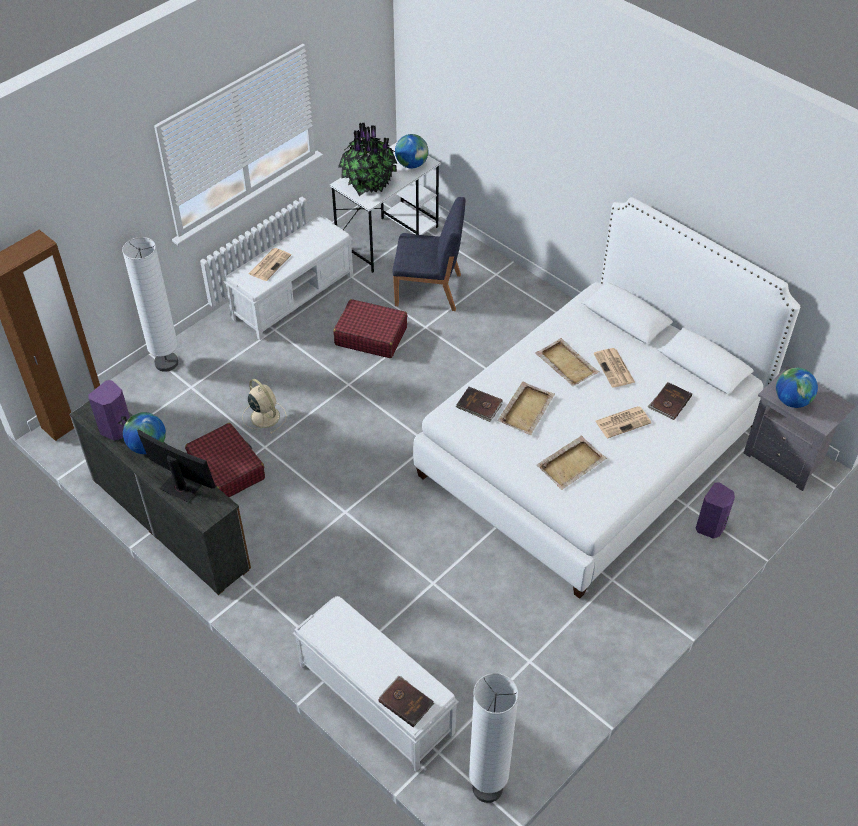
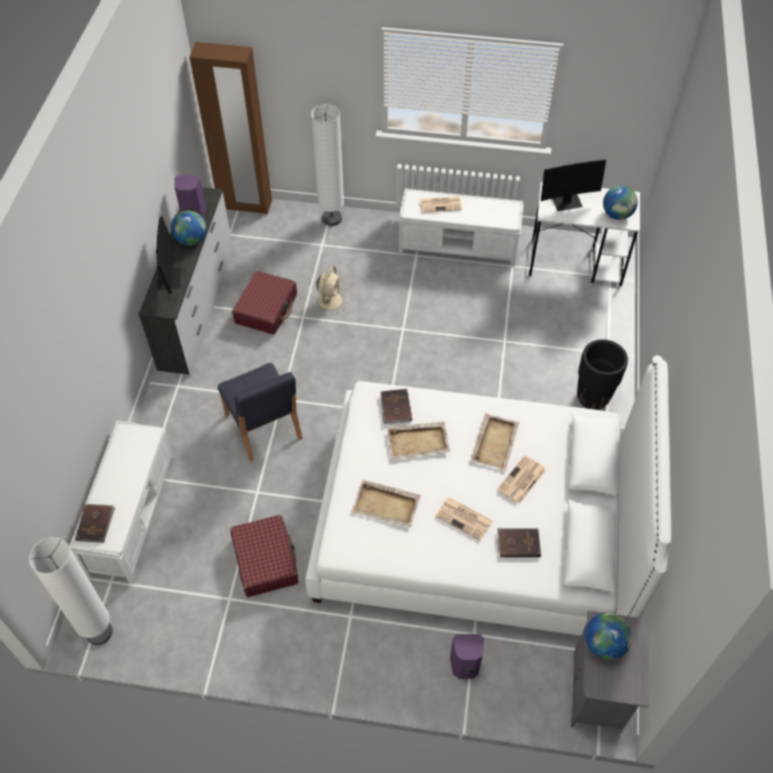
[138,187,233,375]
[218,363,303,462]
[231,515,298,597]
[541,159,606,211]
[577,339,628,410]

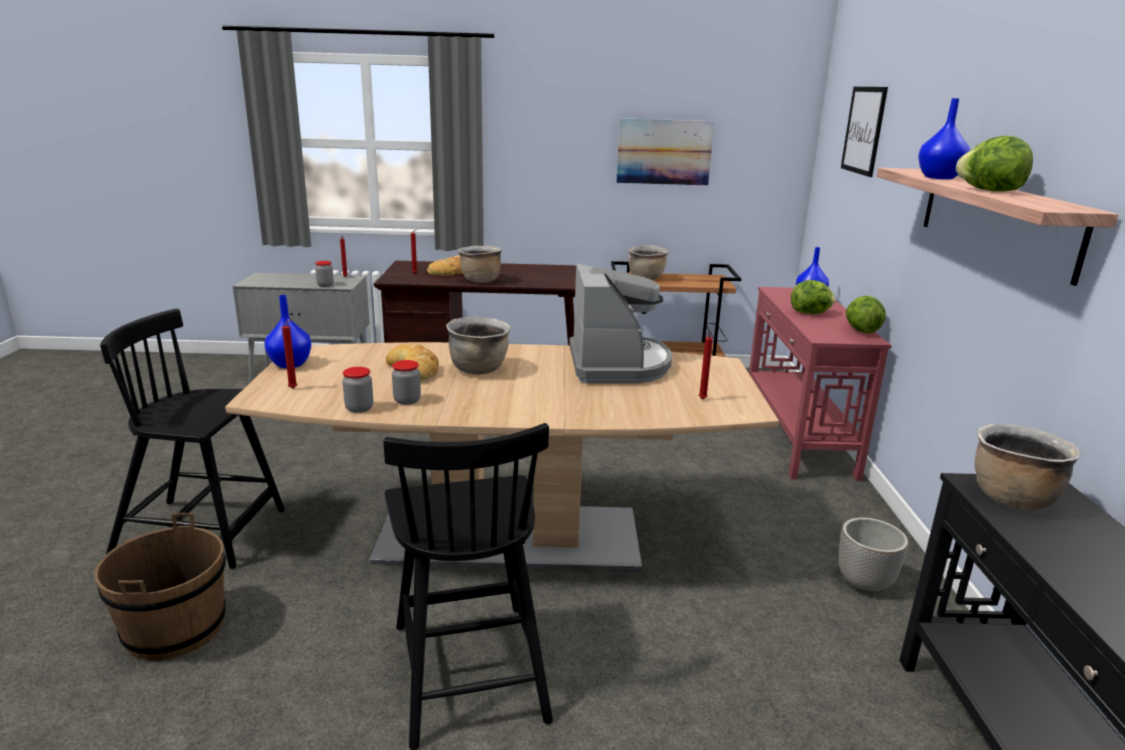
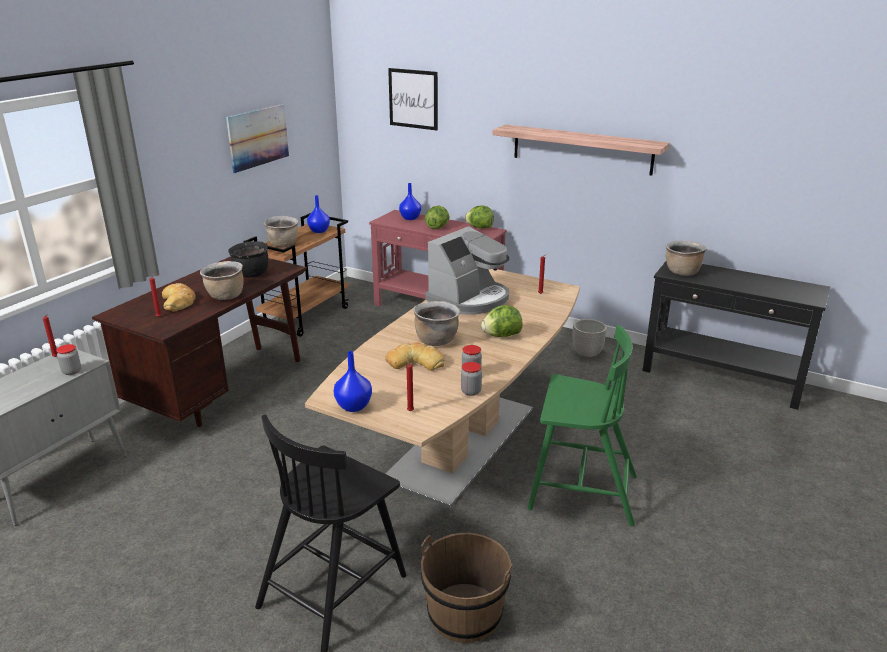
[228,241,268,277]
[307,195,330,233]
[426,226,509,315]
[481,305,523,337]
[527,325,637,527]

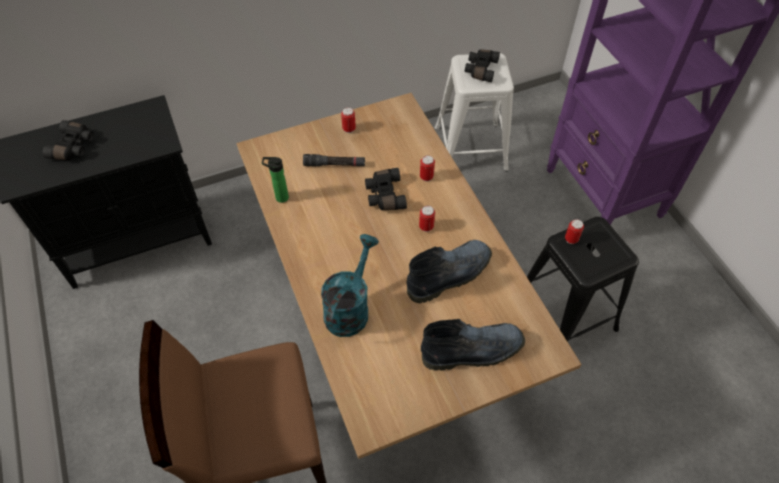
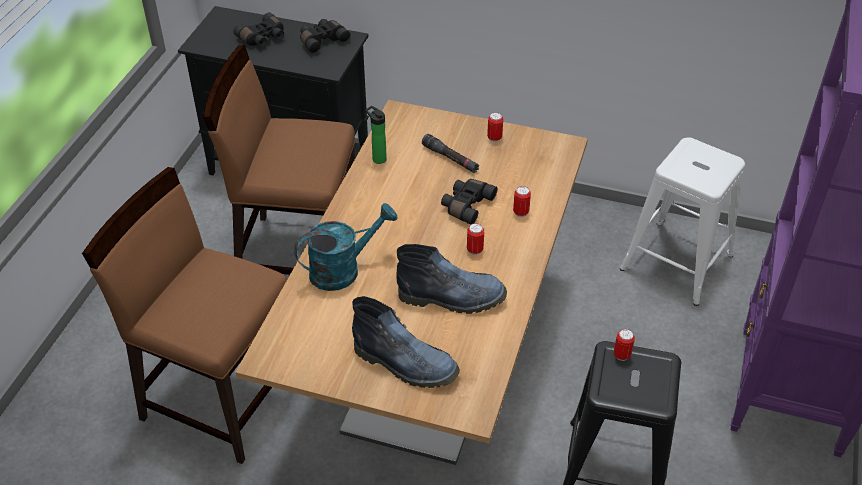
[203,45,355,275]
[300,19,351,53]

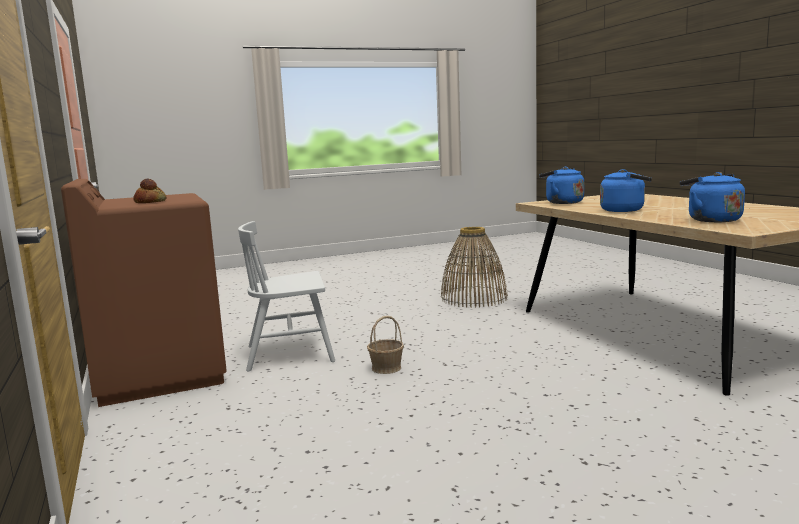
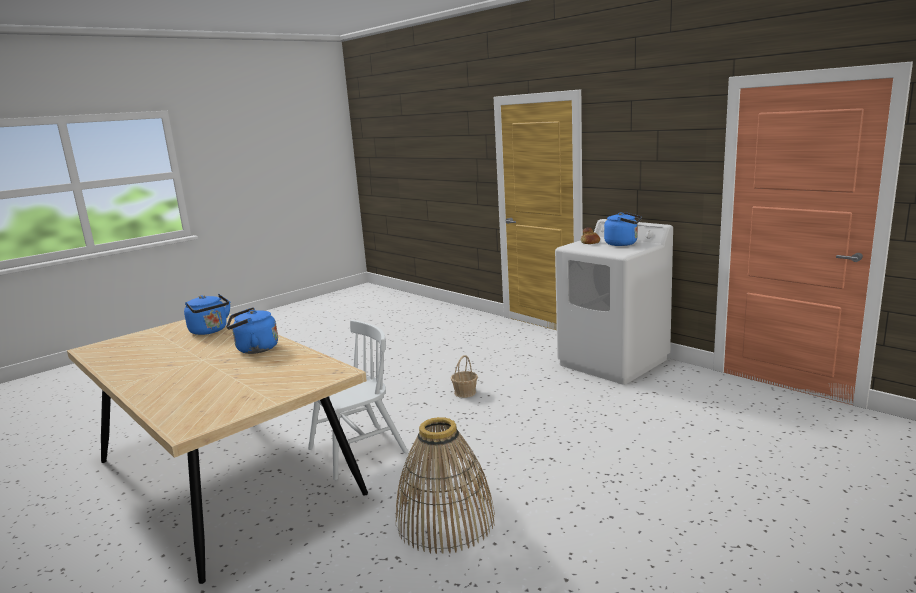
[308,320,408,480]
[555,219,673,385]
[604,212,642,246]

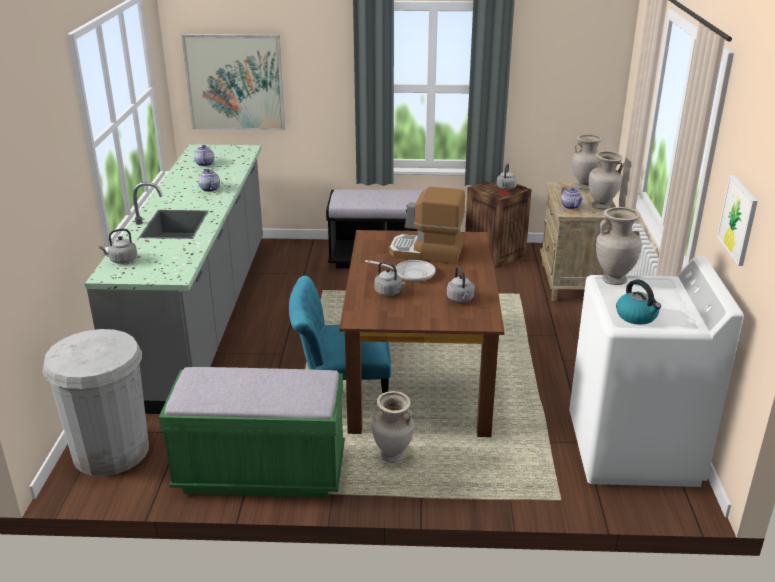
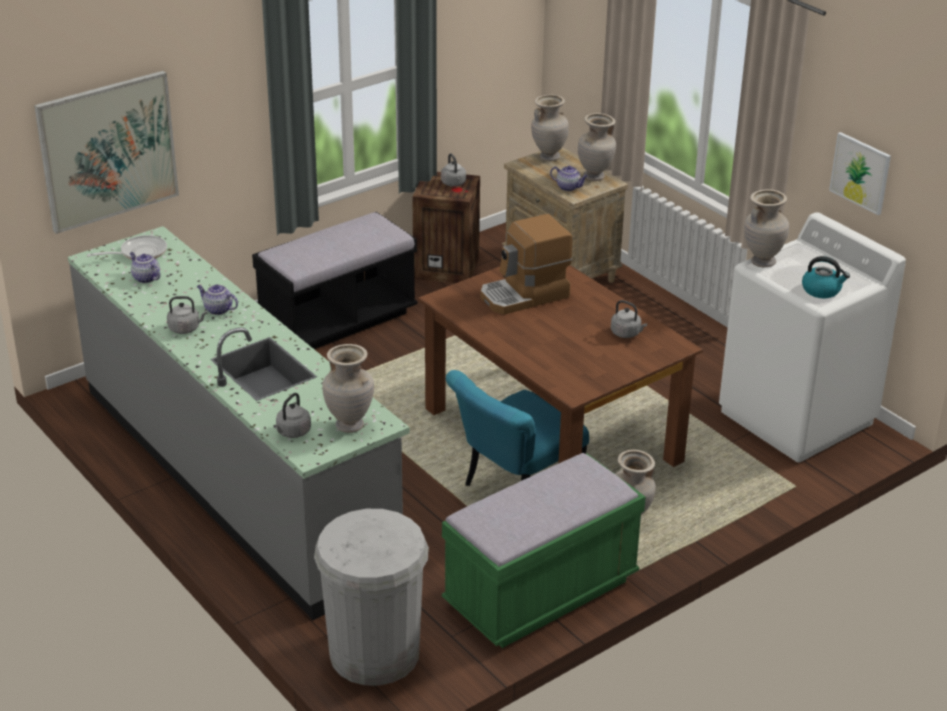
[87,235,167,260]
[167,296,207,334]
[322,344,374,433]

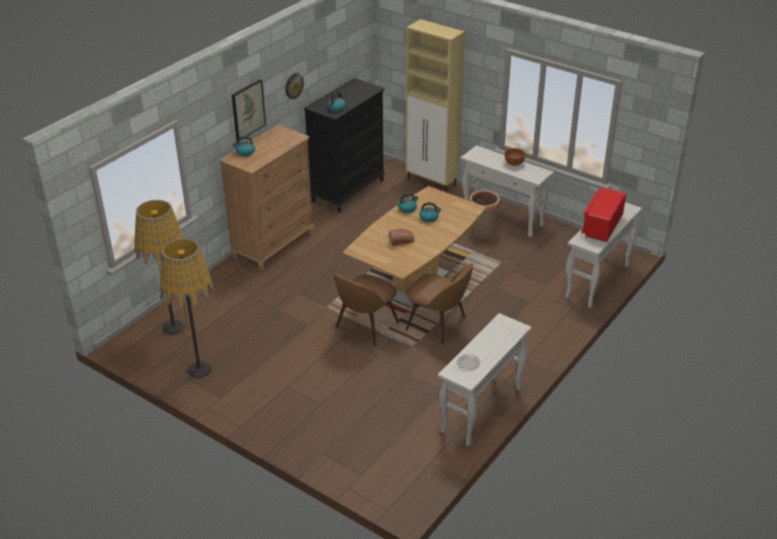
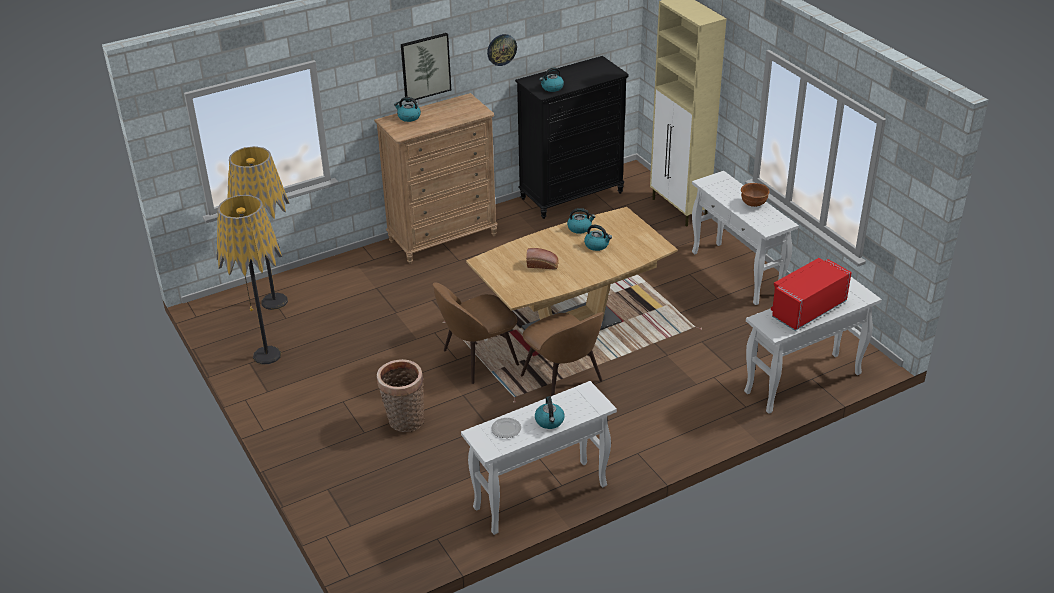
[377,359,424,432]
[535,396,565,429]

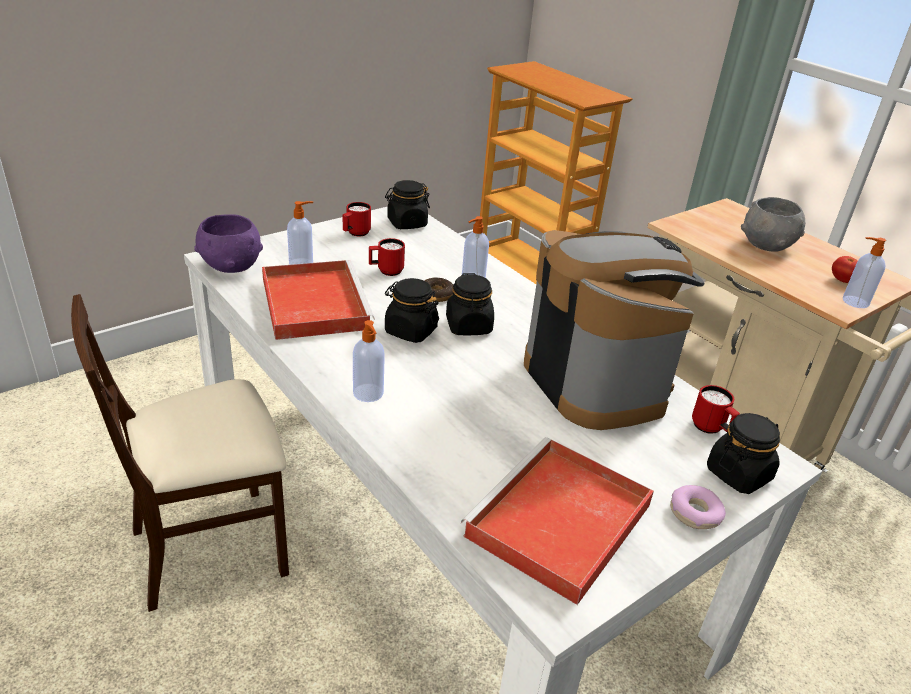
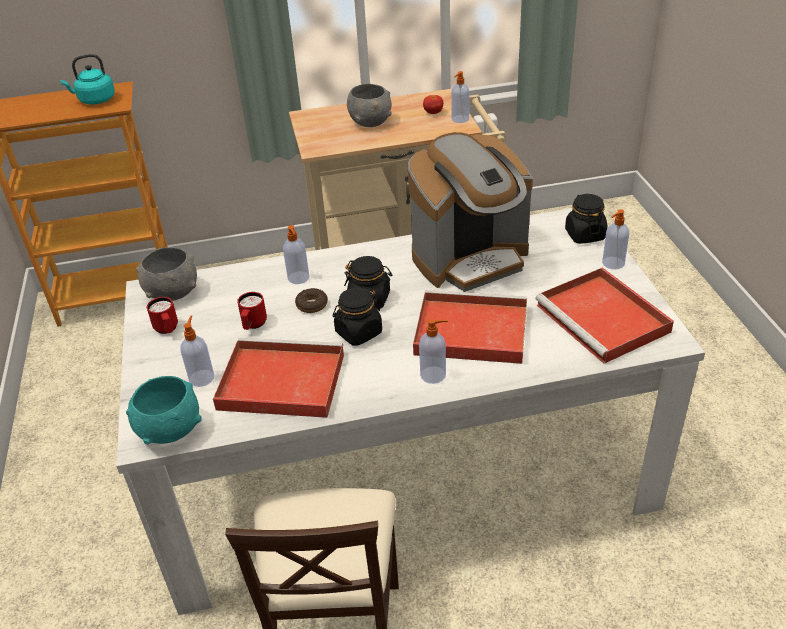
[60,54,115,104]
[126,376,202,445]
[136,247,197,301]
[408,132,533,292]
[413,290,527,364]
[602,209,629,270]
[692,385,740,434] (first image)

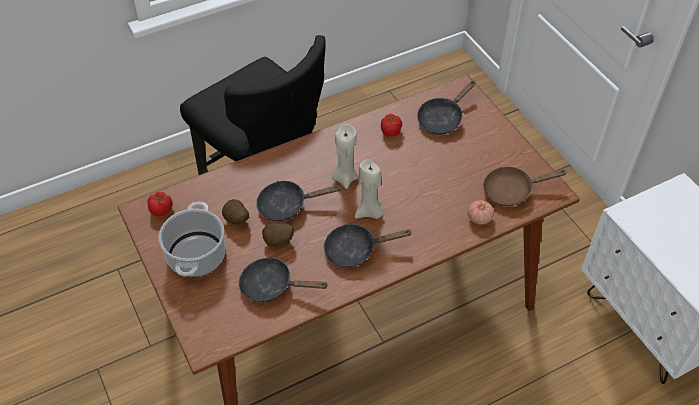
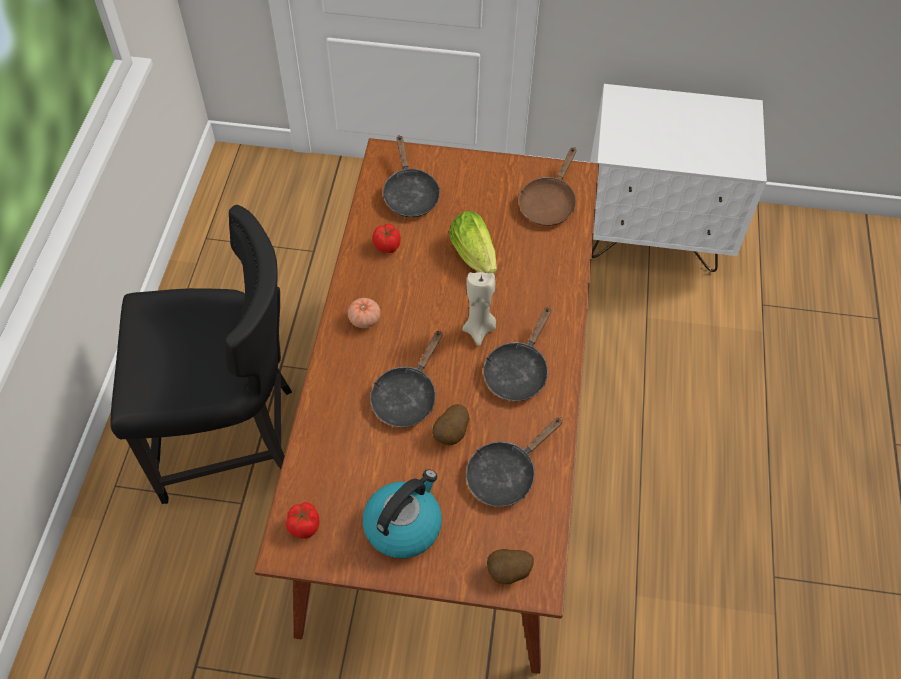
[348,298,380,328]
[363,469,442,558]
[449,211,497,274]
[487,549,534,584]
[332,124,358,189] (first image)

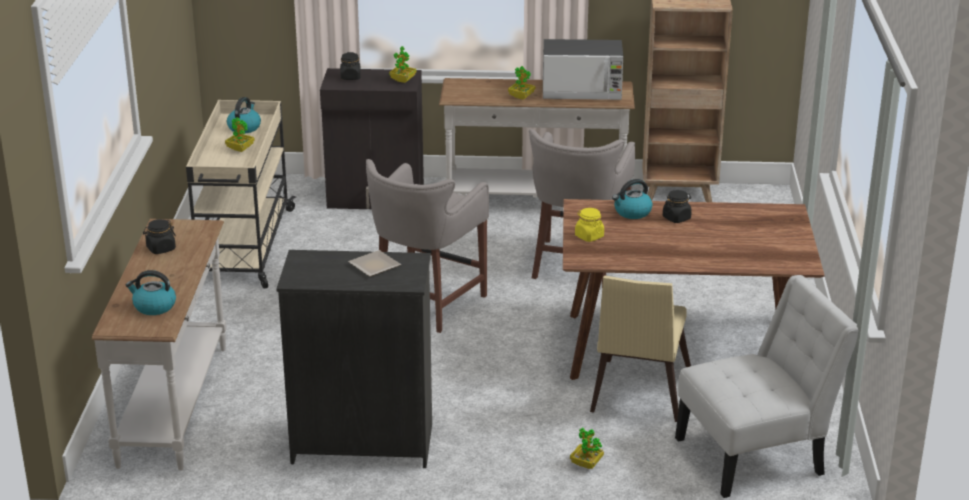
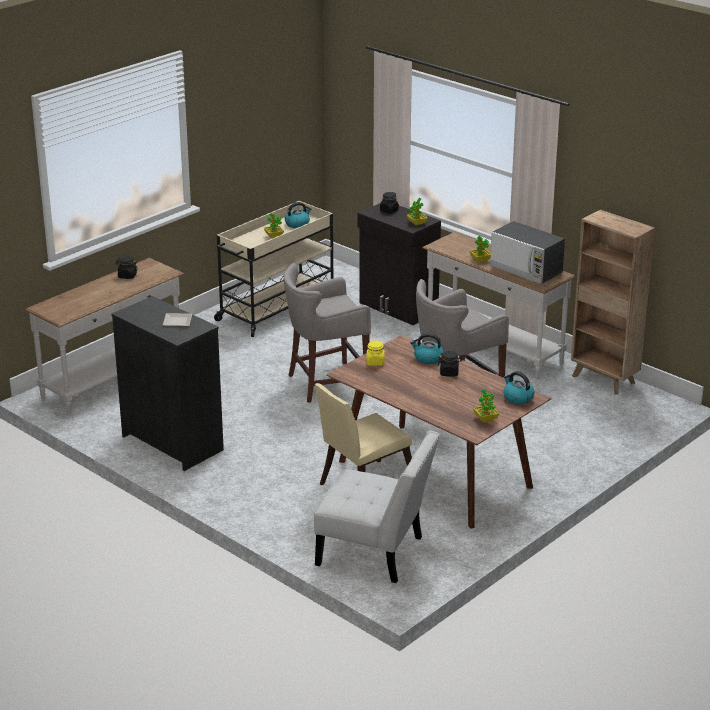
[473,389,499,422]
[503,371,535,404]

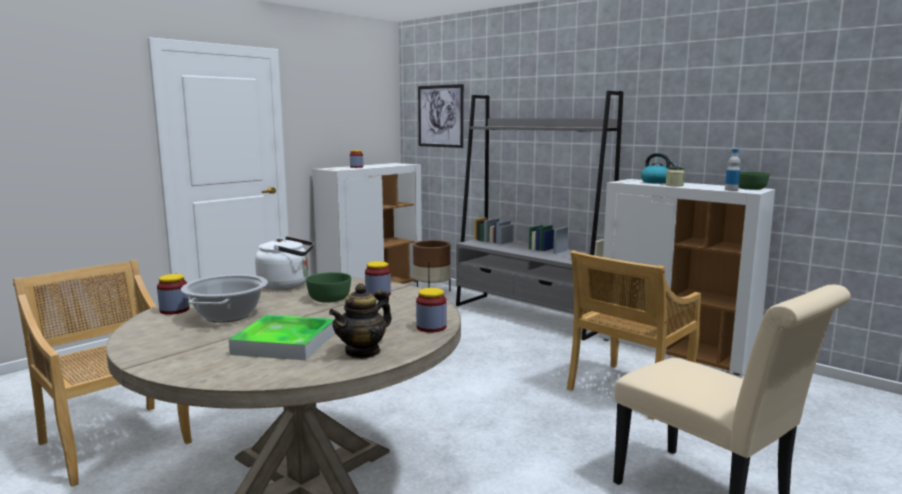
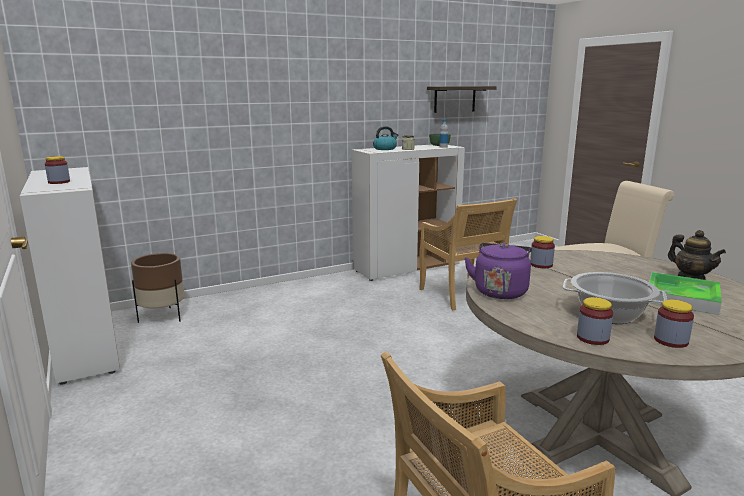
[427,86,497,113]
[464,243,532,299]
[654,300,694,348]
[306,272,351,303] (first image)
[418,84,464,148] (first image)
[456,91,623,340] (first image)

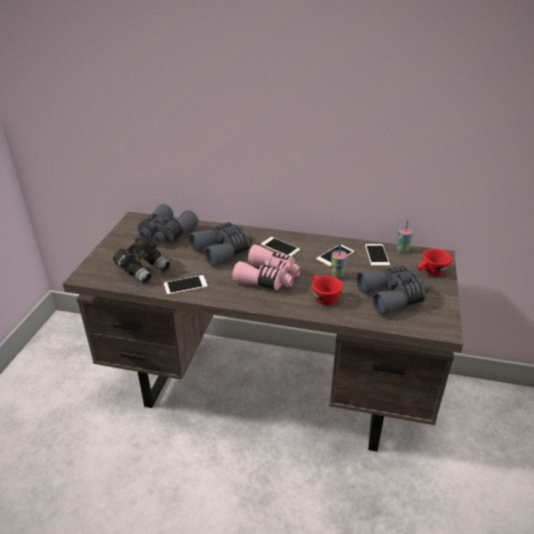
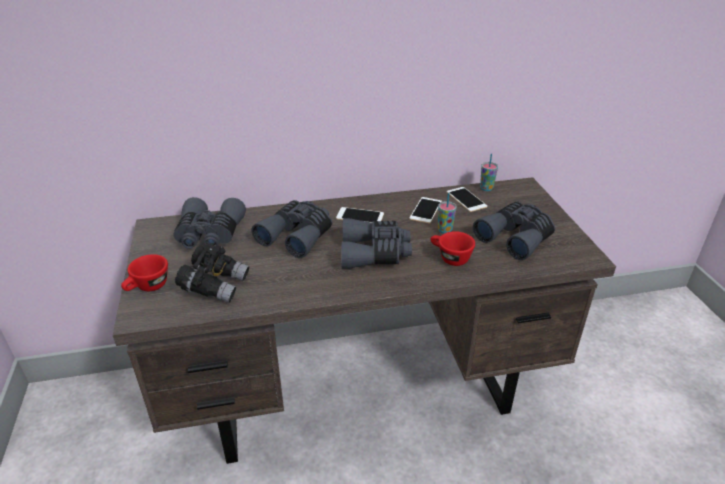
[121,254,168,291]
[341,218,412,269]
[164,275,208,295] (first image)

